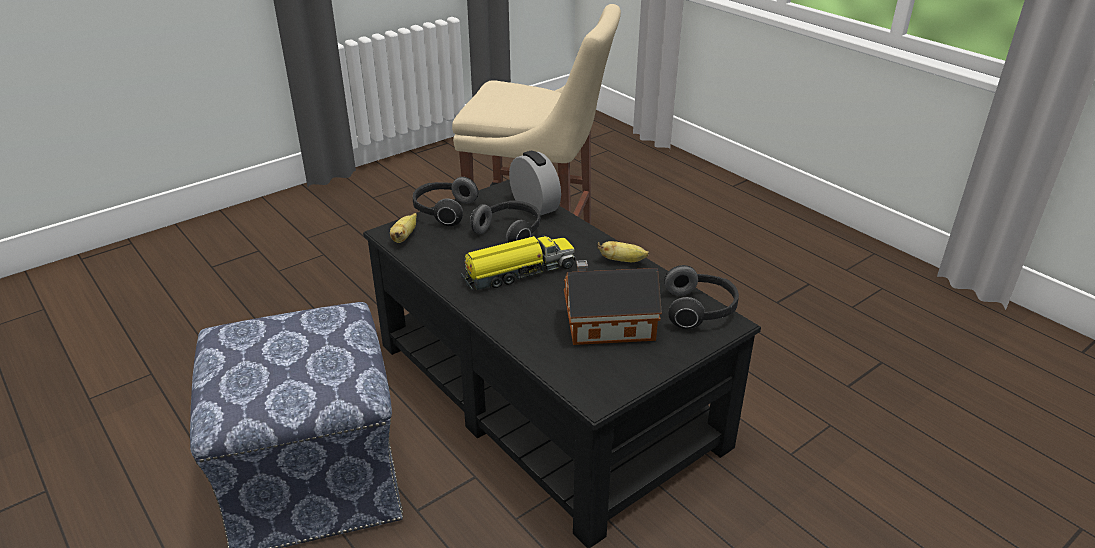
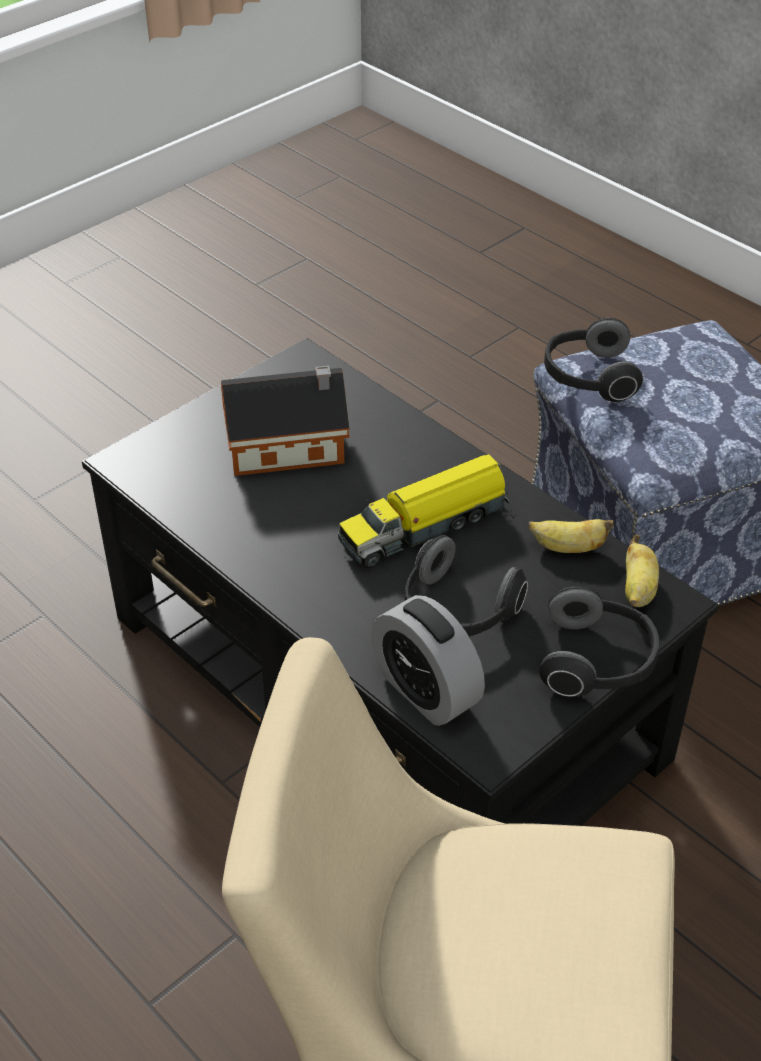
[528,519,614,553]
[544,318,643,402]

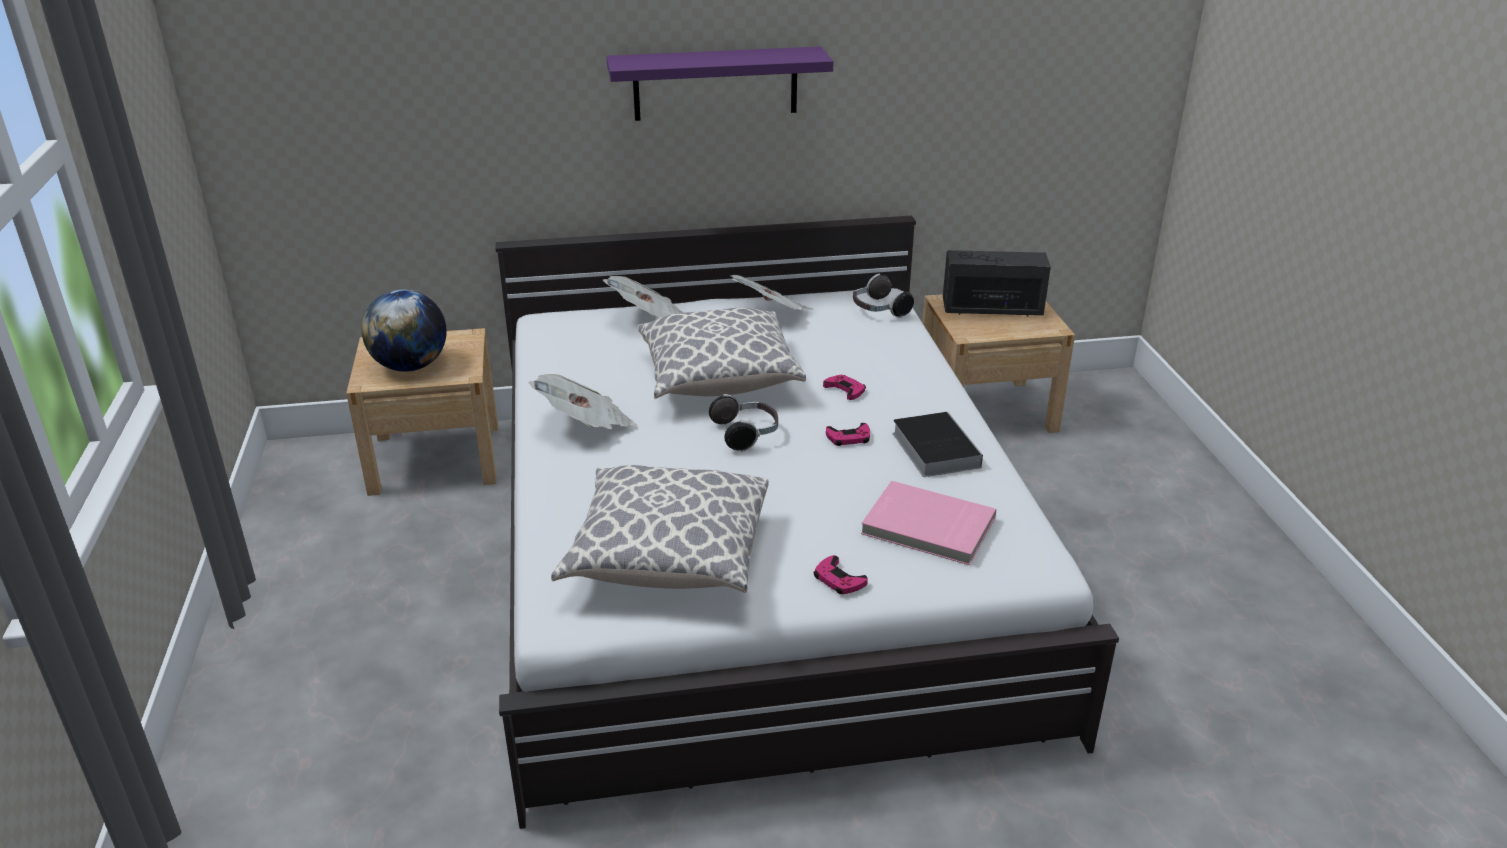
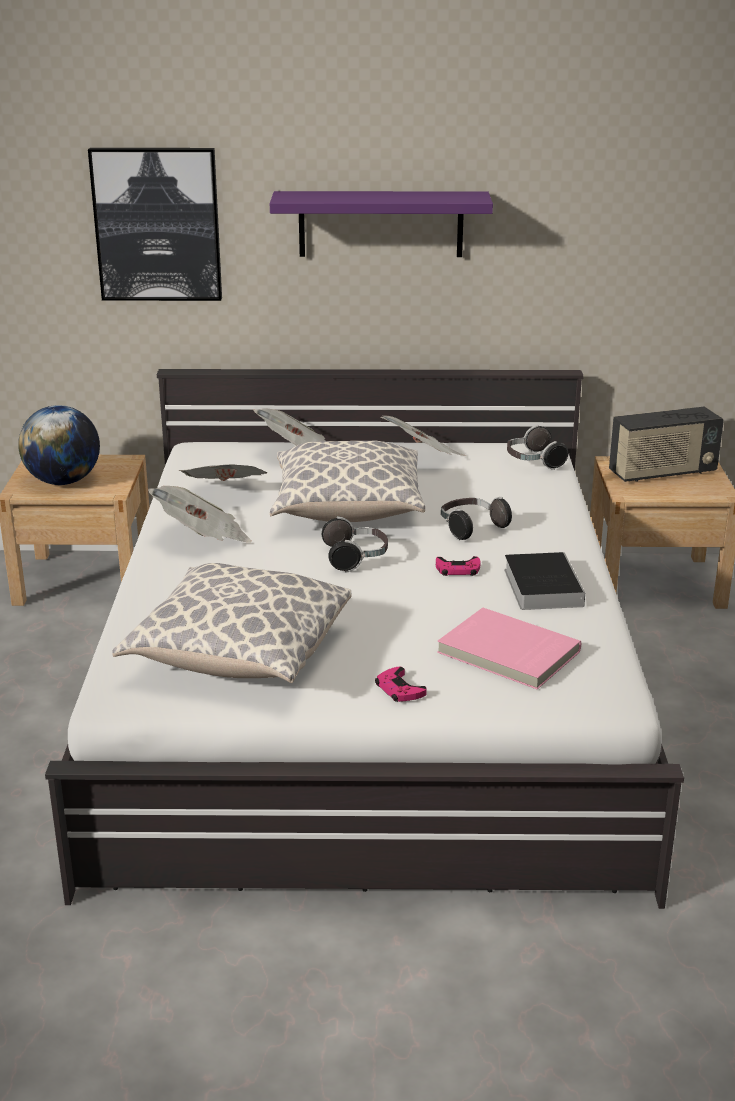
[88,148,222,301]
[178,465,267,481]
[441,497,512,540]
[609,407,724,482]

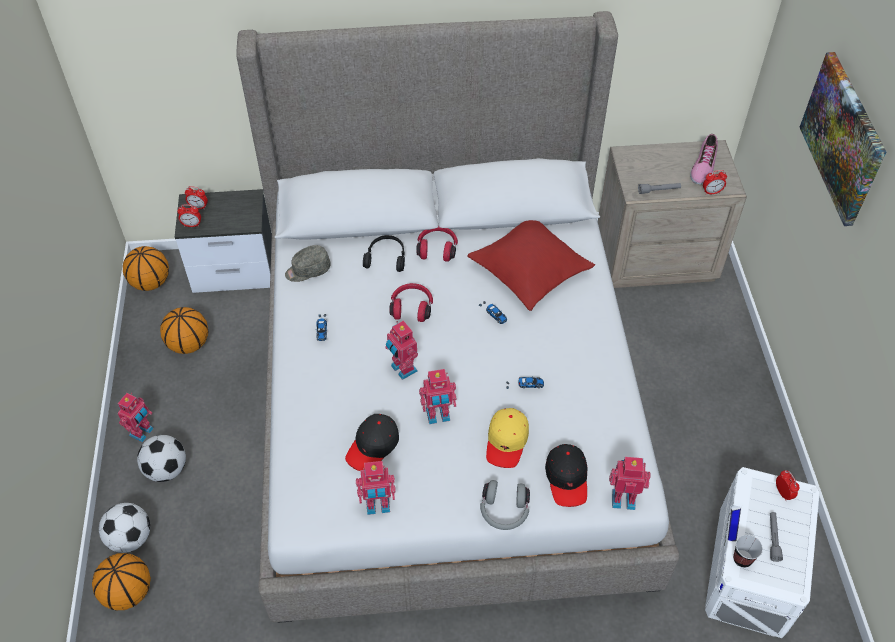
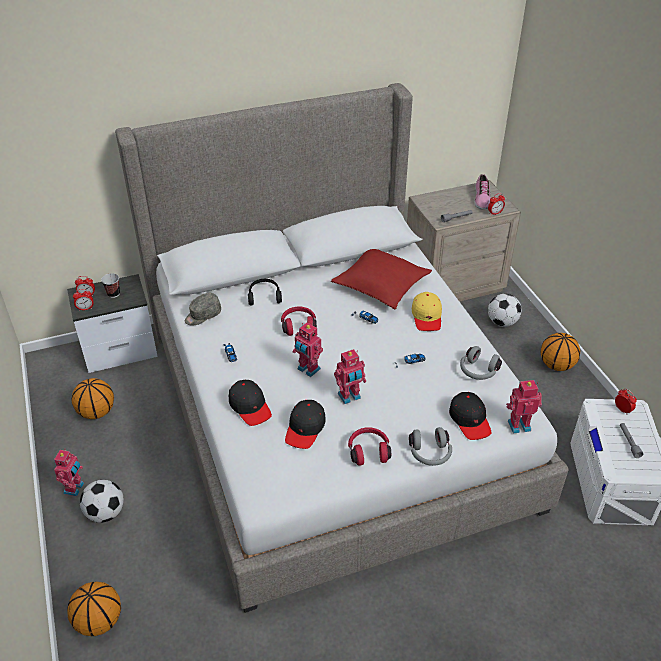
[101,273,120,298]
[229,379,272,426]
[348,427,391,466]
[412,292,442,331]
[460,346,502,380]
[488,294,522,327]
[541,333,580,371]
[356,461,396,515] (first image)
[799,52,886,226] (first image)

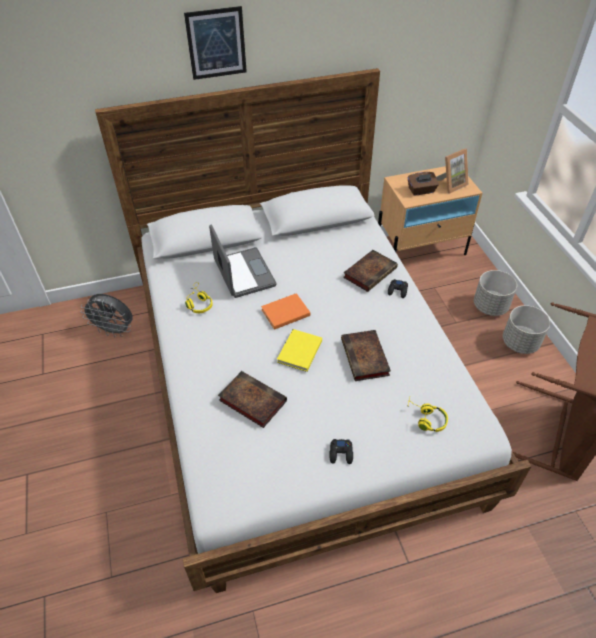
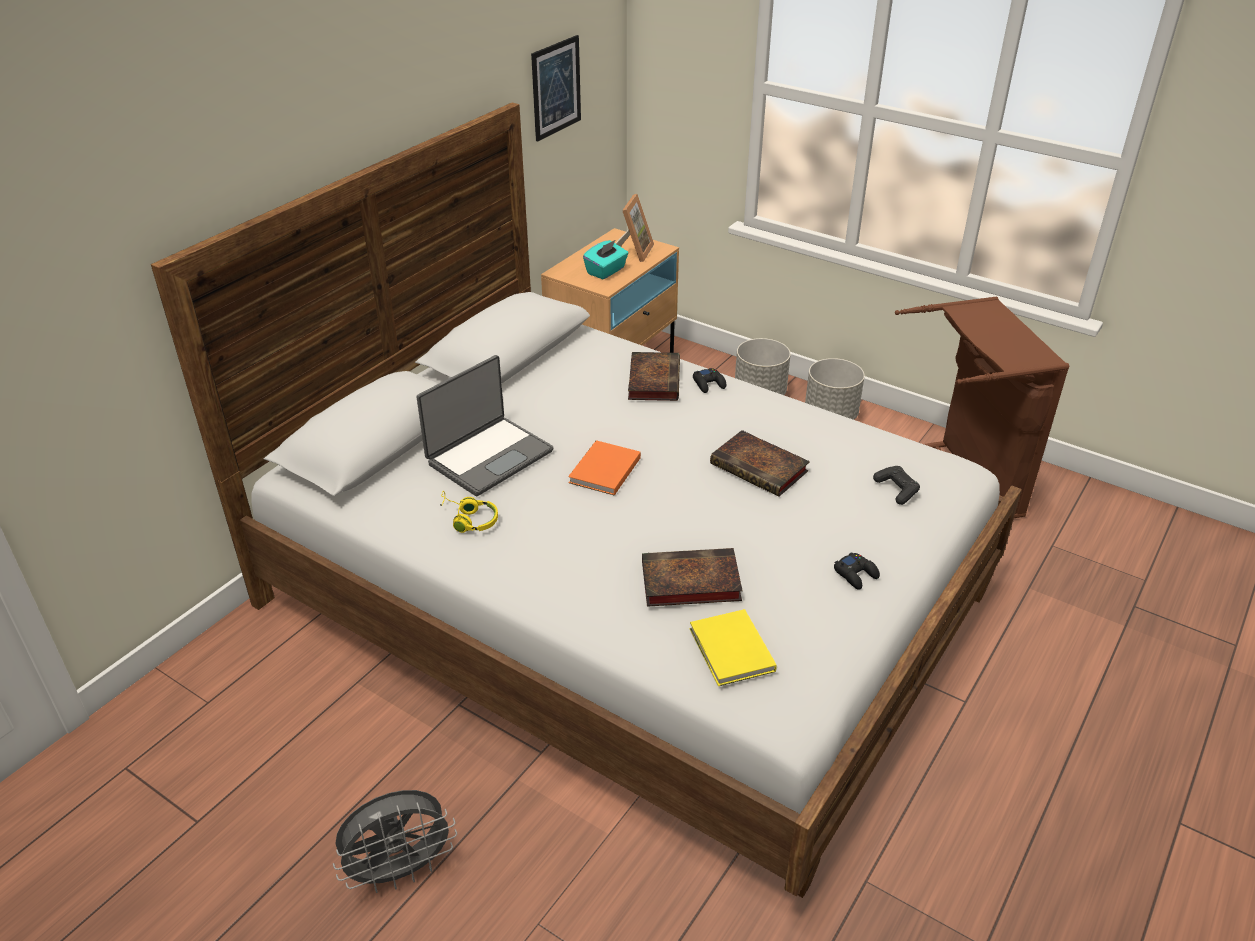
[333,790,457,893]
[417,355,554,496]
[531,35,581,141]
[583,240,628,279]
[690,609,777,686]
[873,466,920,505]

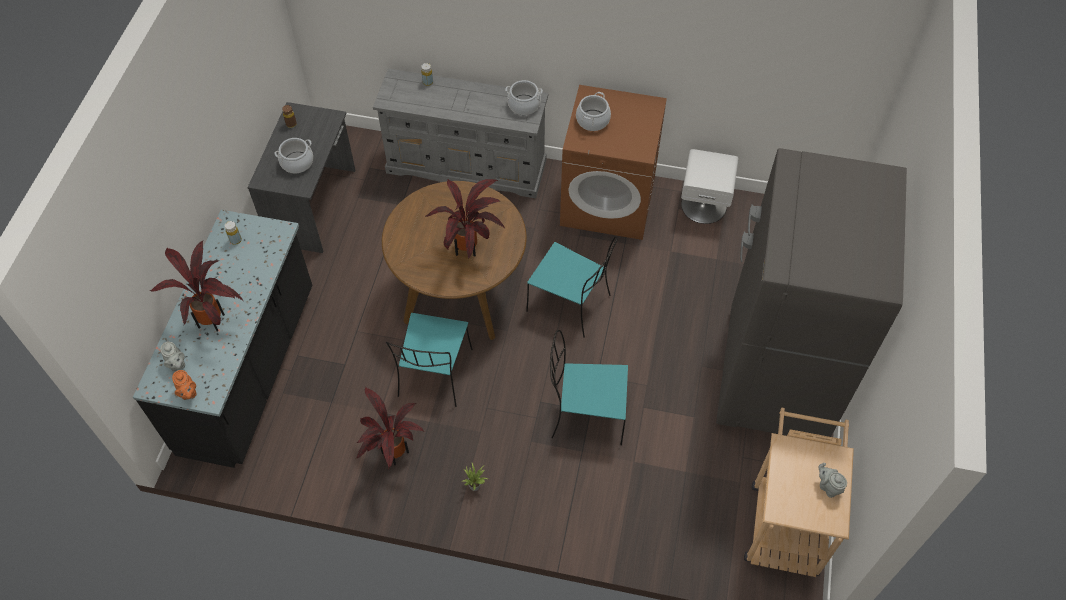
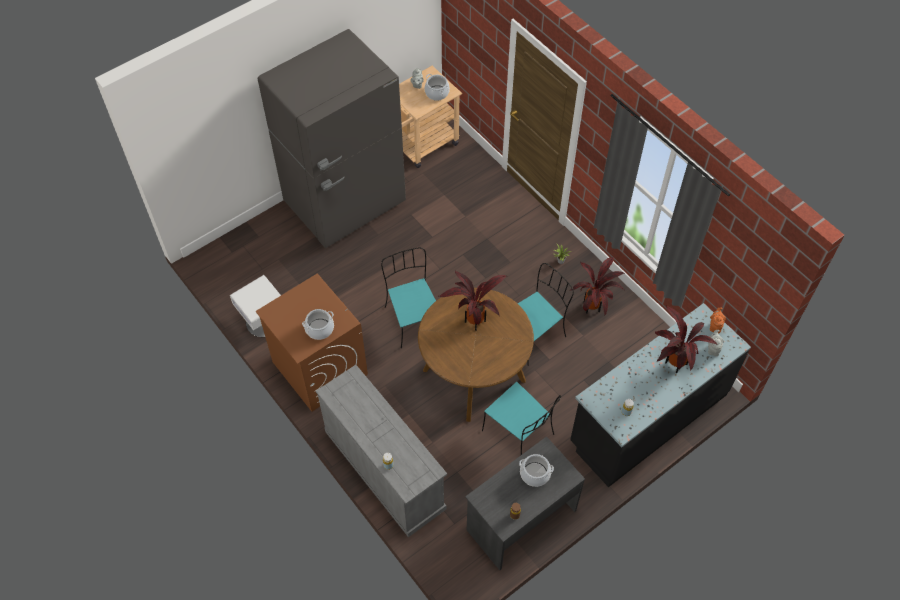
[425,74,450,101]
[482,382,561,455]

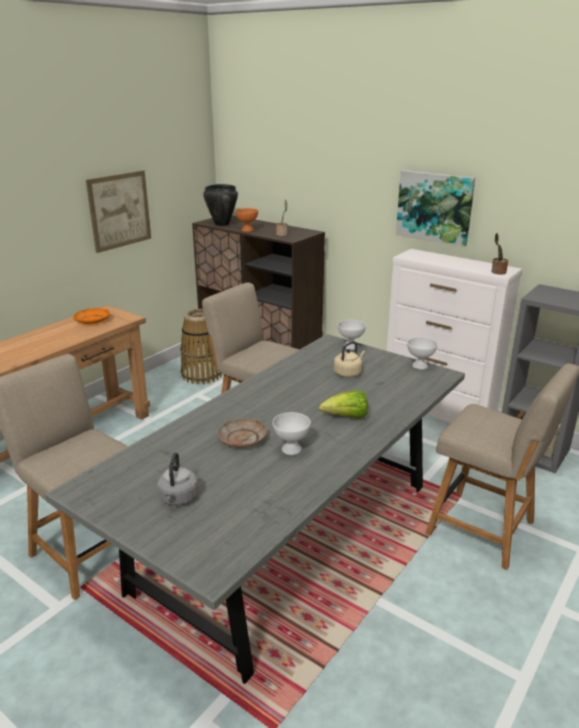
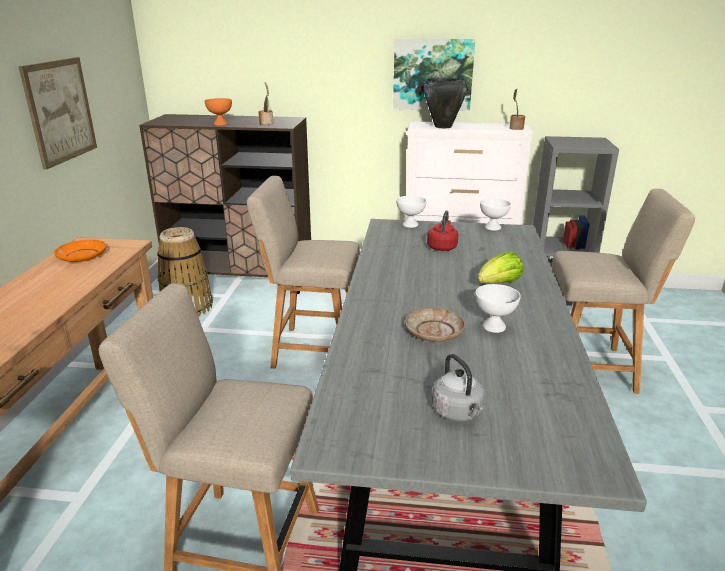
[424,77,468,128]
[427,210,458,251]

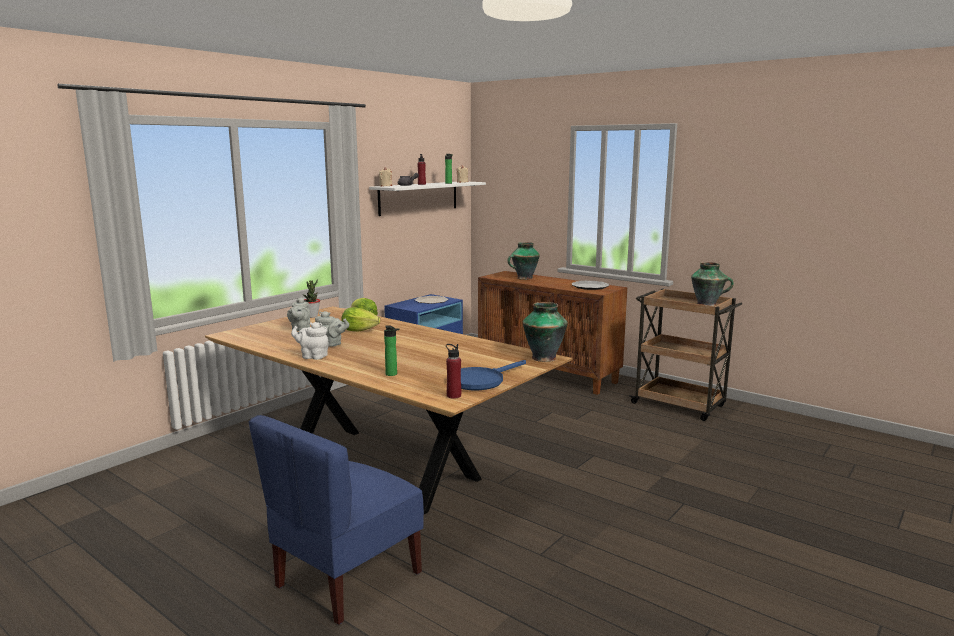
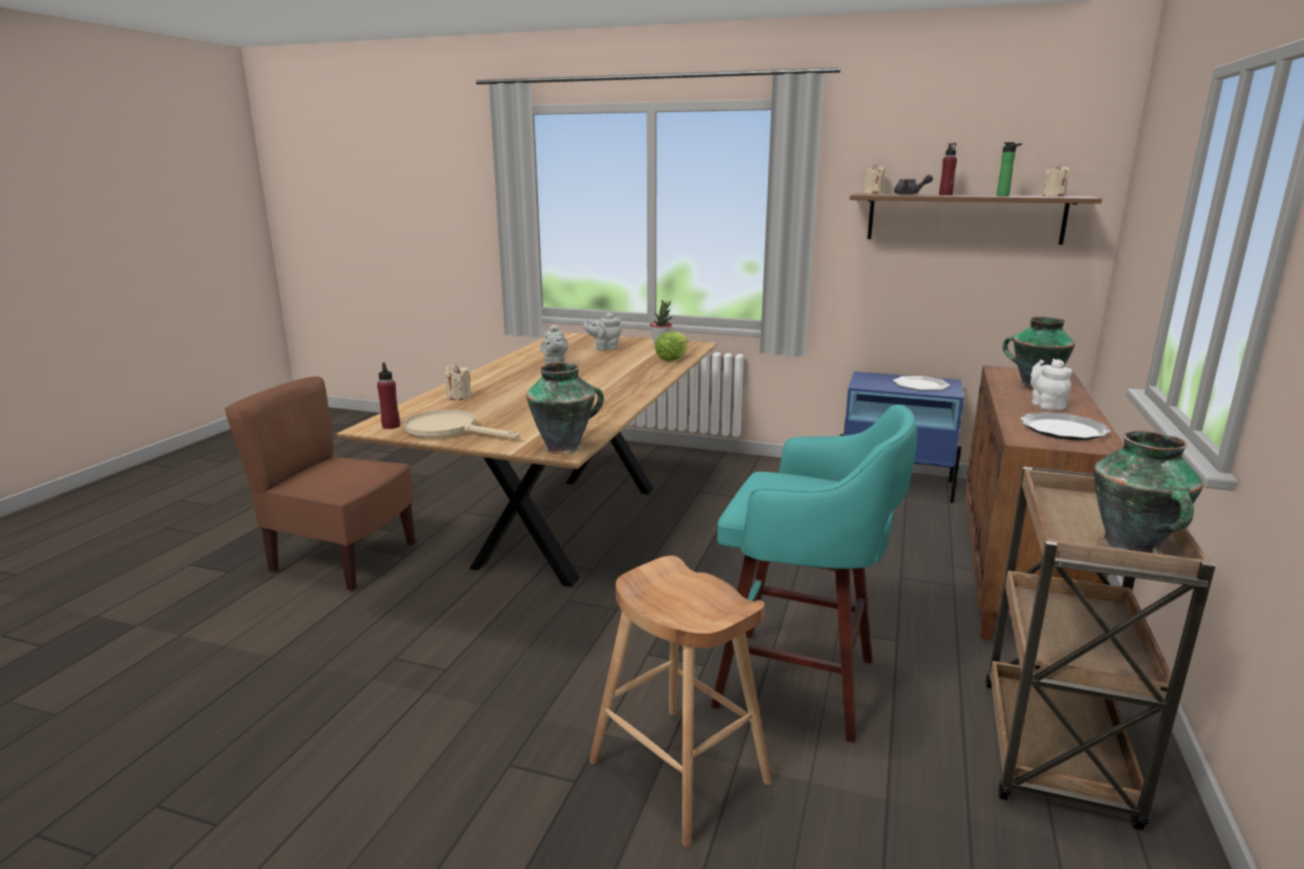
[225,376,415,591]
[404,410,520,439]
[444,364,472,400]
[589,555,772,847]
[711,405,917,743]
[850,193,1102,245]
[1030,359,1072,410]
[341,307,380,332] (first image)

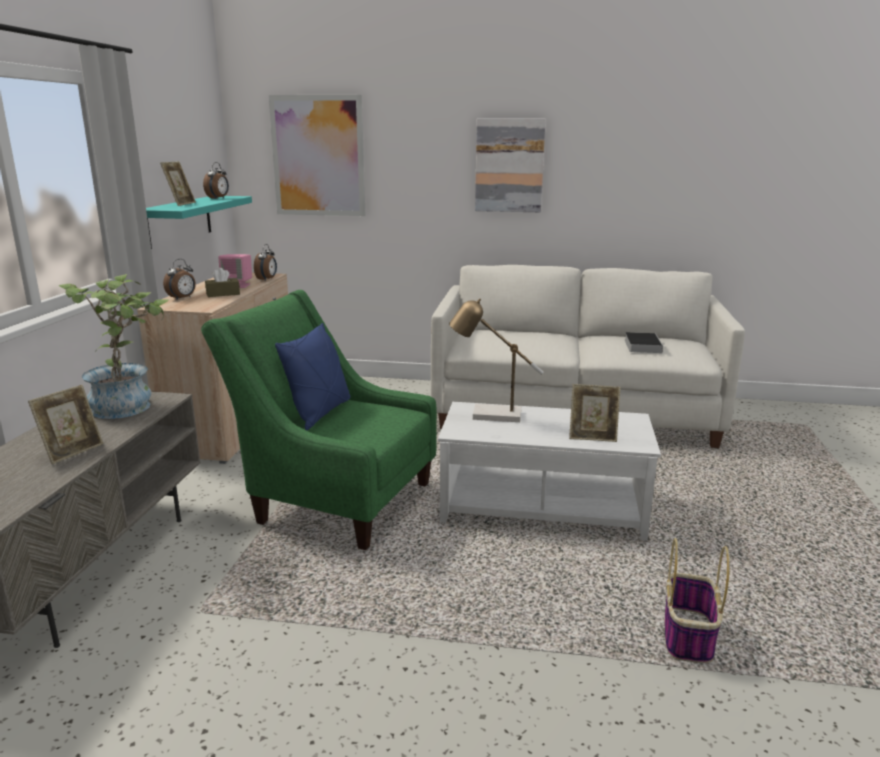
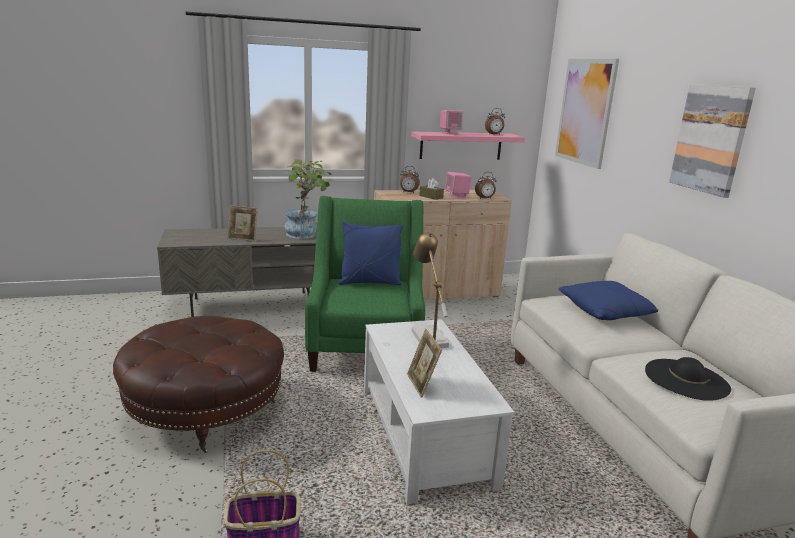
[113,316,284,453]
[411,131,525,160]
[440,110,463,134]
[559,281,658,320]
[645,357,731,401]

